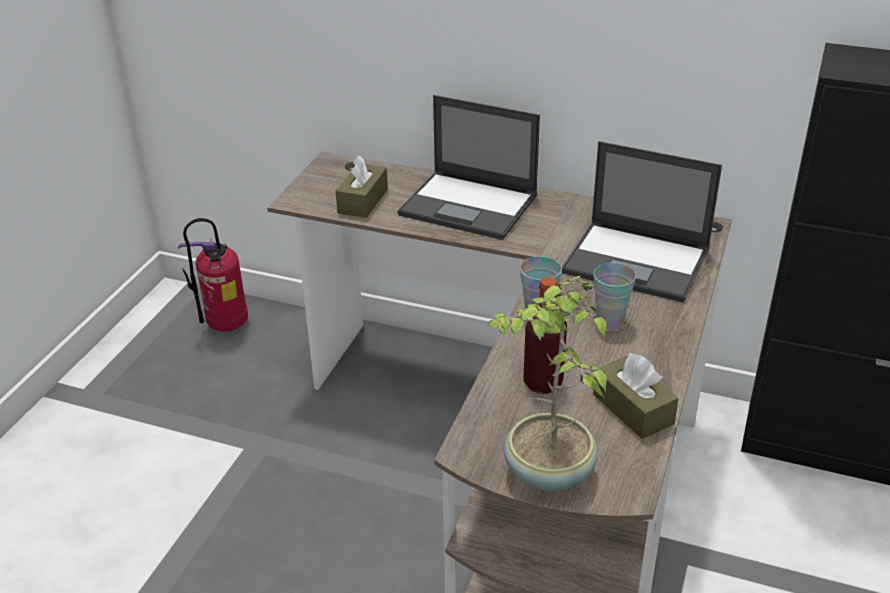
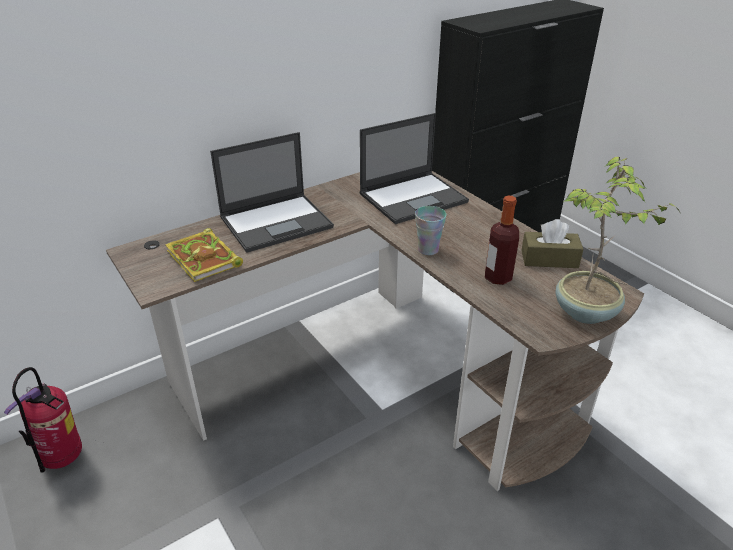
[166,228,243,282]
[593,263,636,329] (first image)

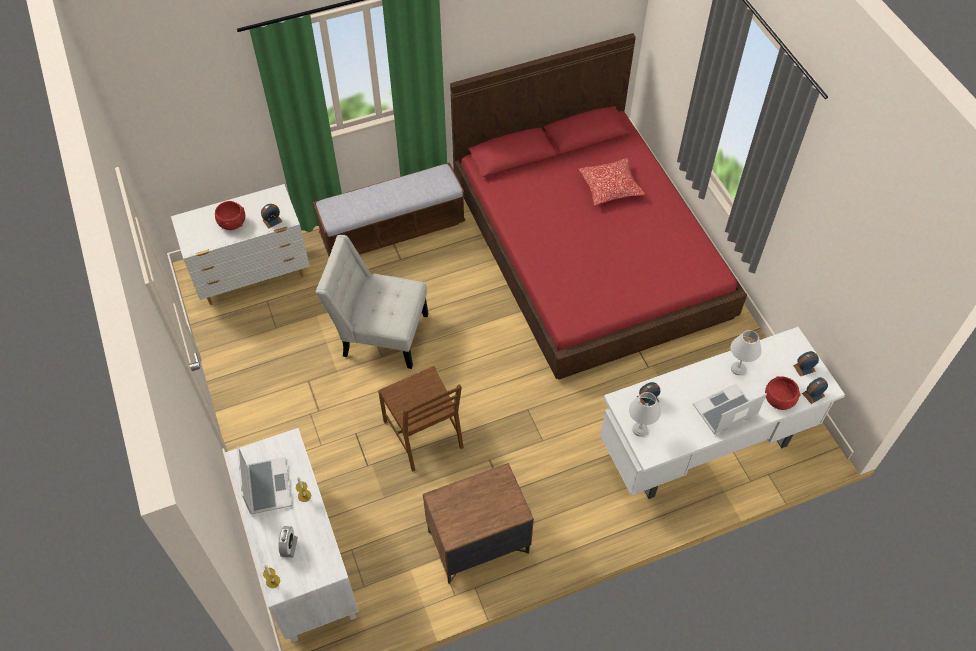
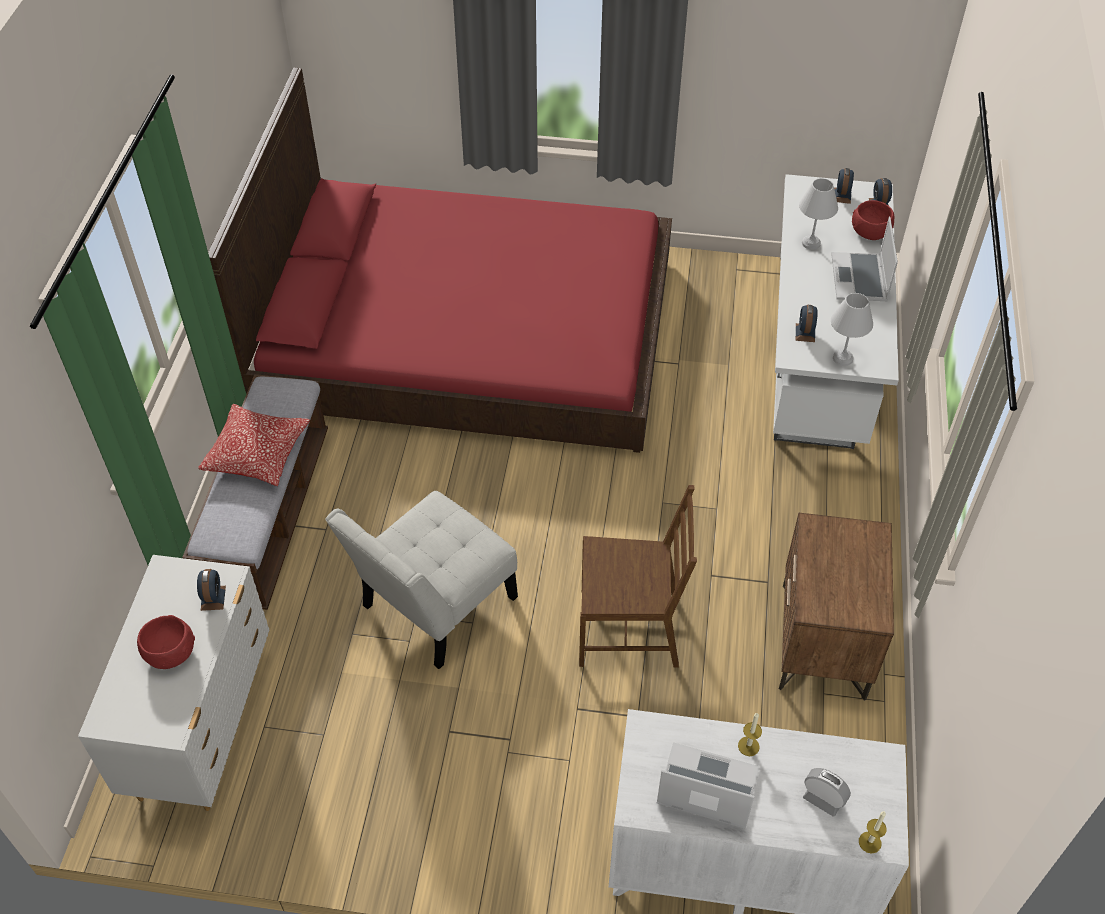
[198,404,310,486]

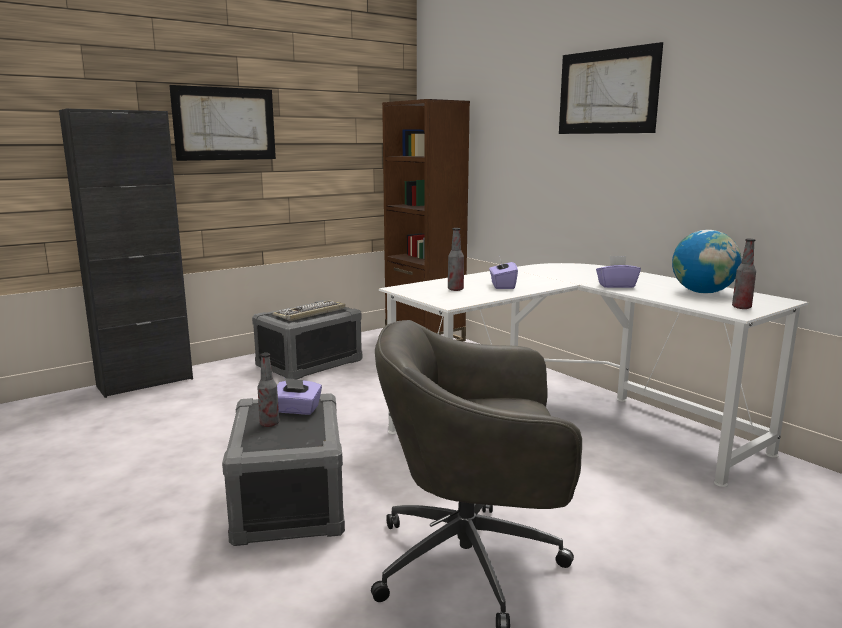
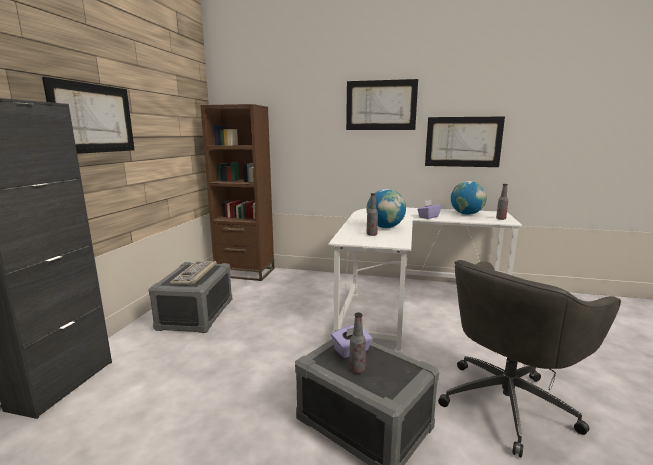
[366,189,406,228]
[425,116,505,167]

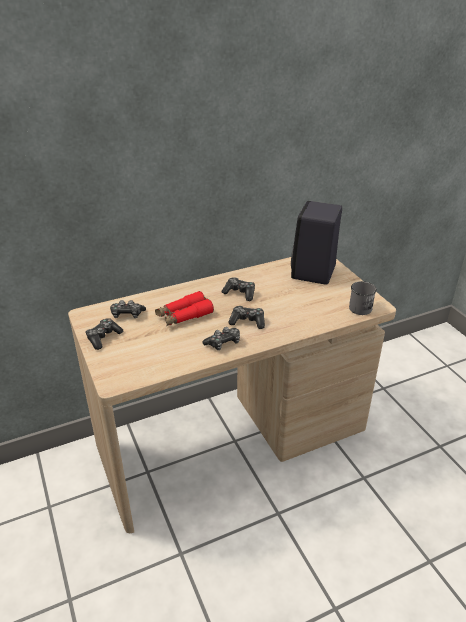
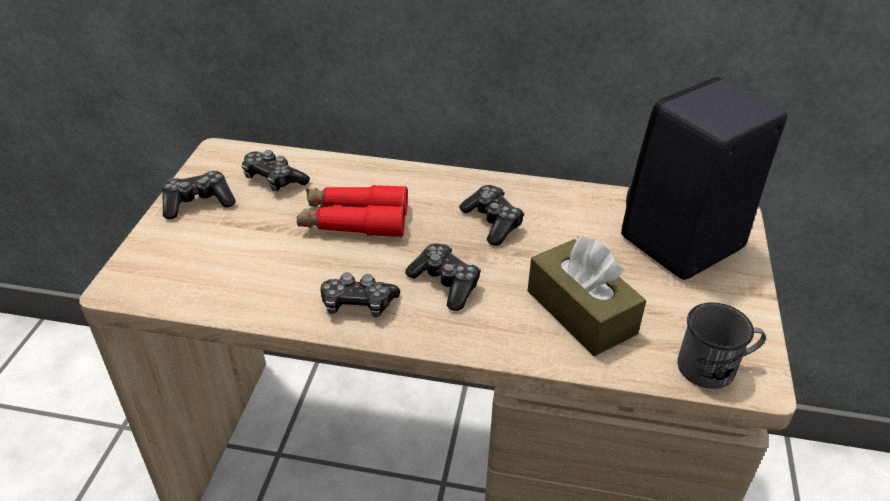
[528,235,646,356]

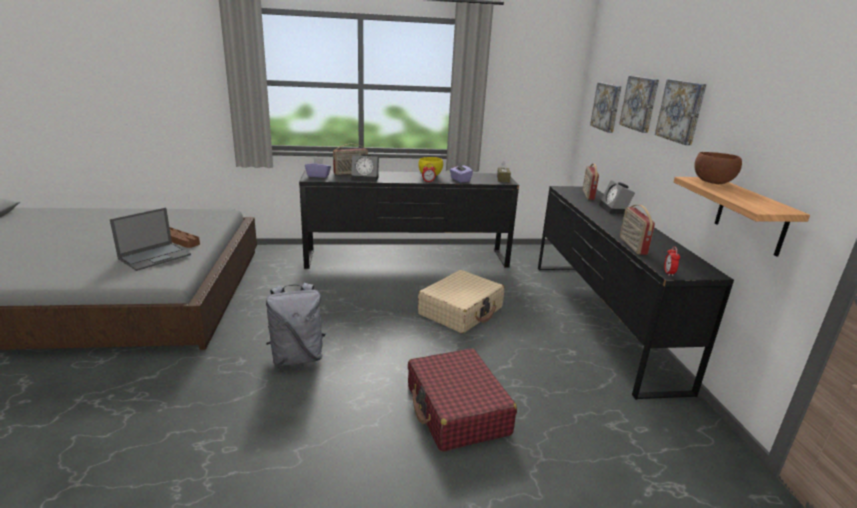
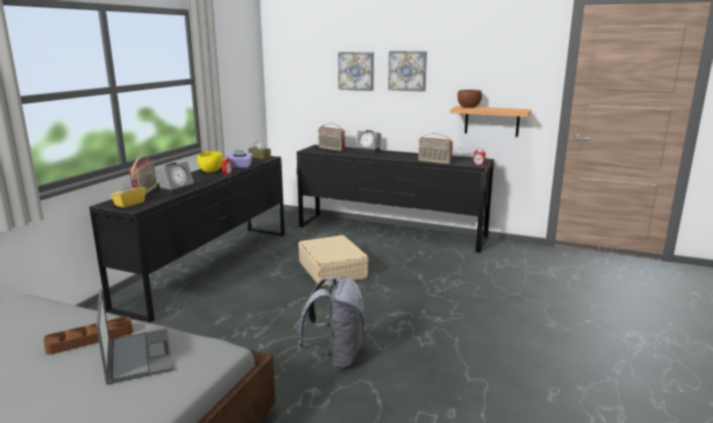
[110,180,146,208]
[408,348,517,452] (first image)
[590,82,622,133] (first image)

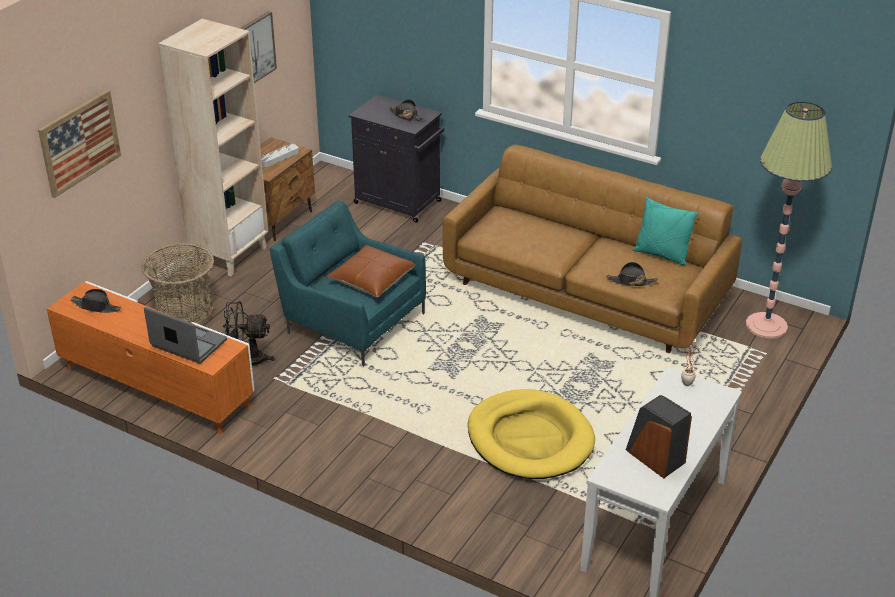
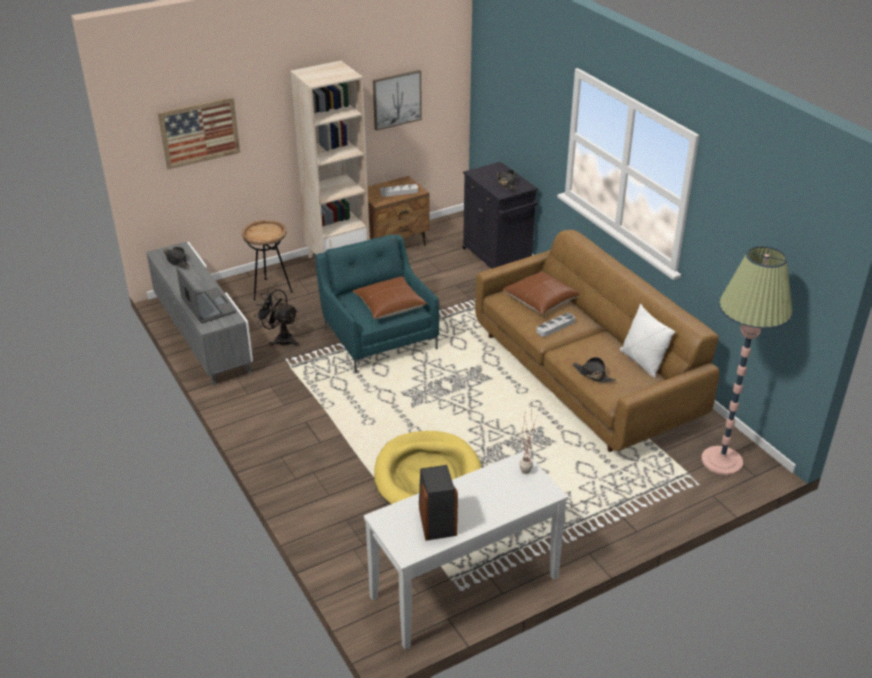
[146,242,253,386]
[242,220,293,300]
[620,304,675,378]
[503,271,580,315]
[536,313,575,337]

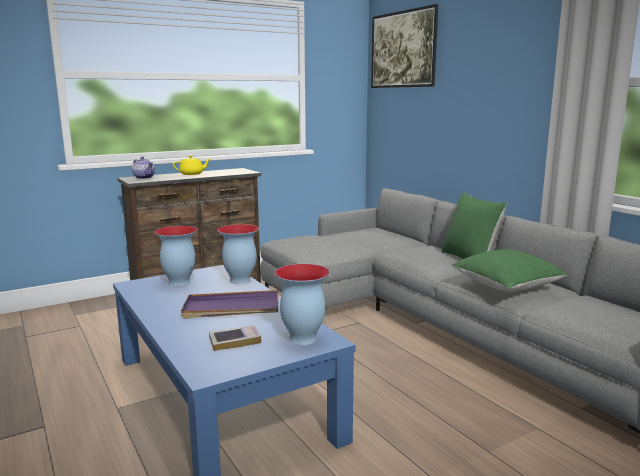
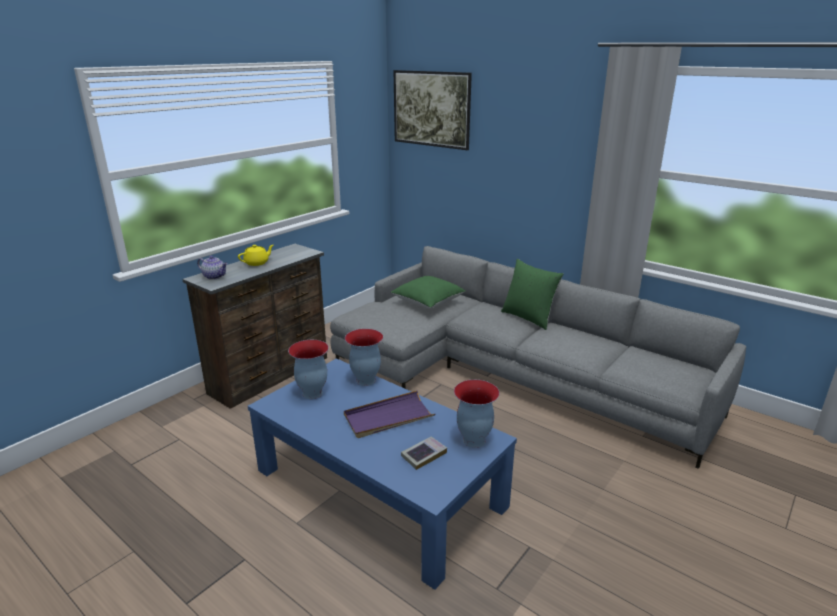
[391,276,466,309]

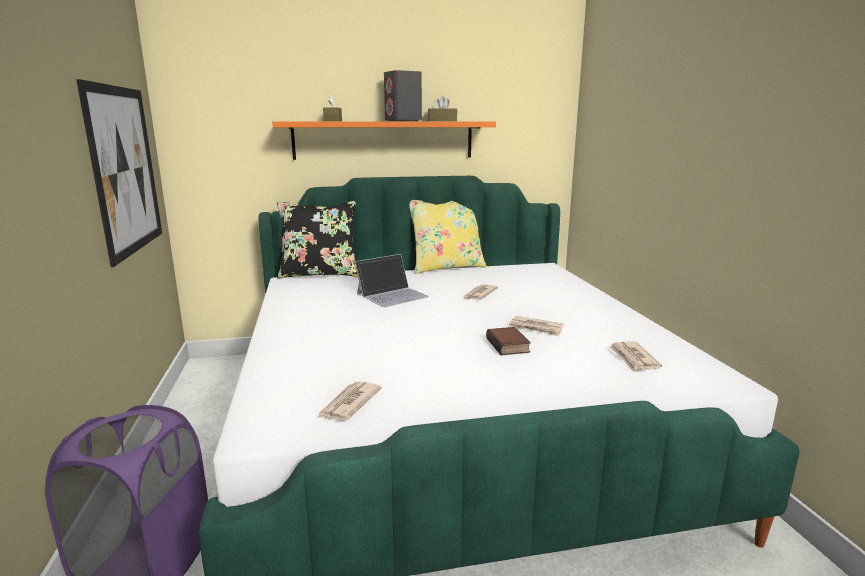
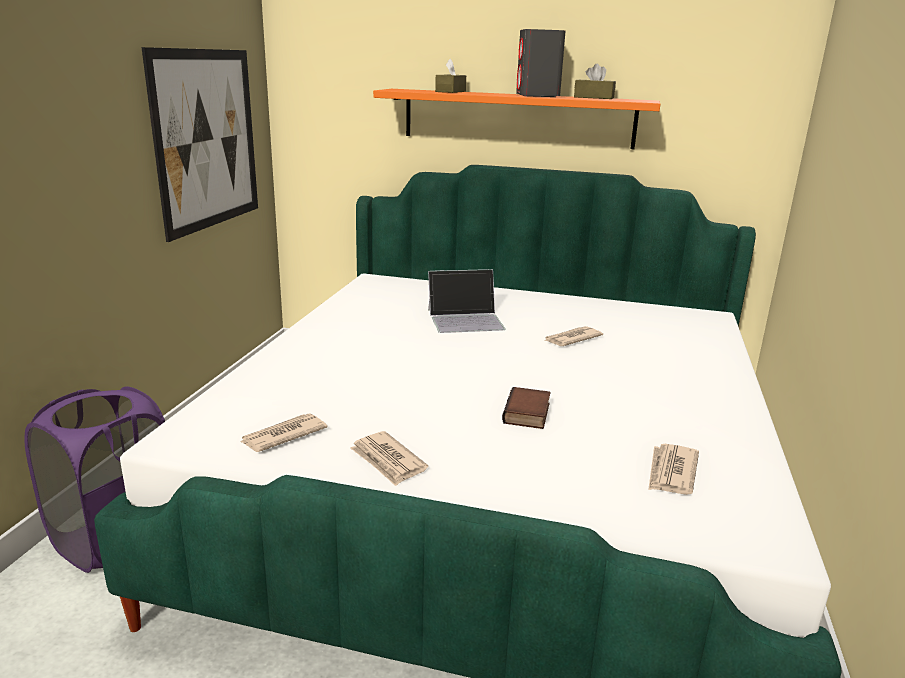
[277,201,358,279] (first image)
[409,200,487,274] (first image)
[351,431,428,486]

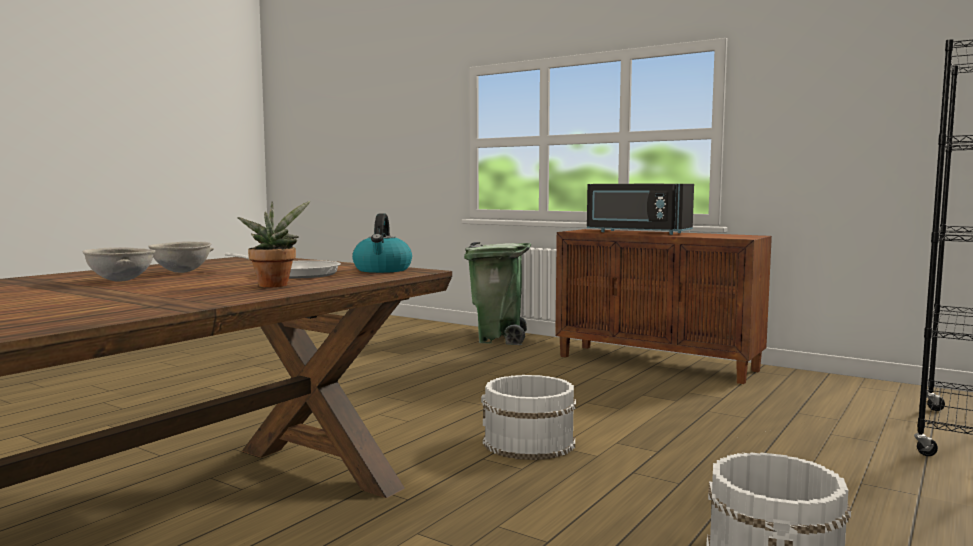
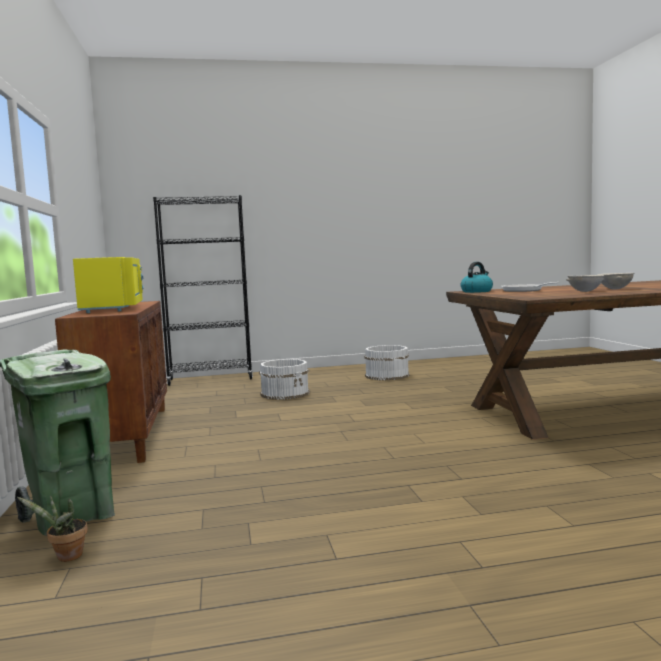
[17,496,87,562]
[259,359,310,400]
[73,257,144,313]

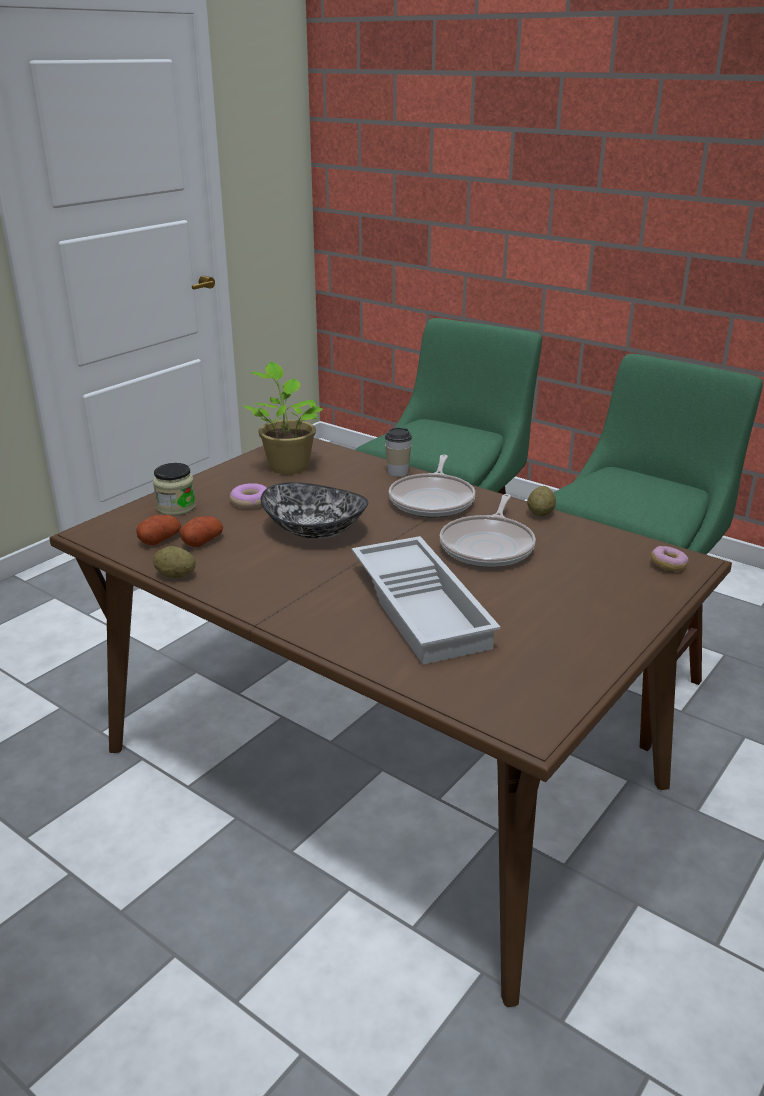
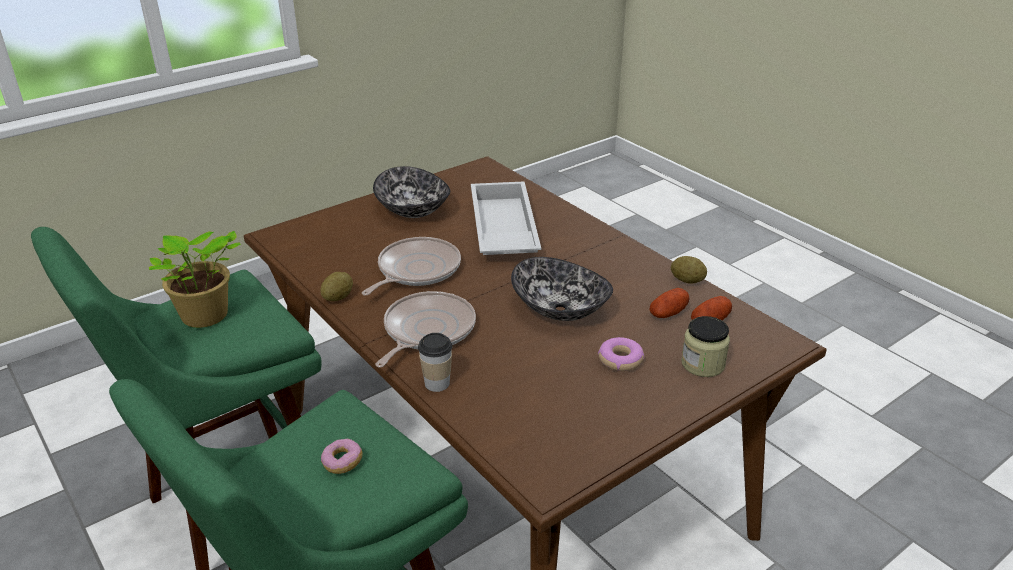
[149,231,241,328]
[321,439,363,474]
[373,166,450,218]

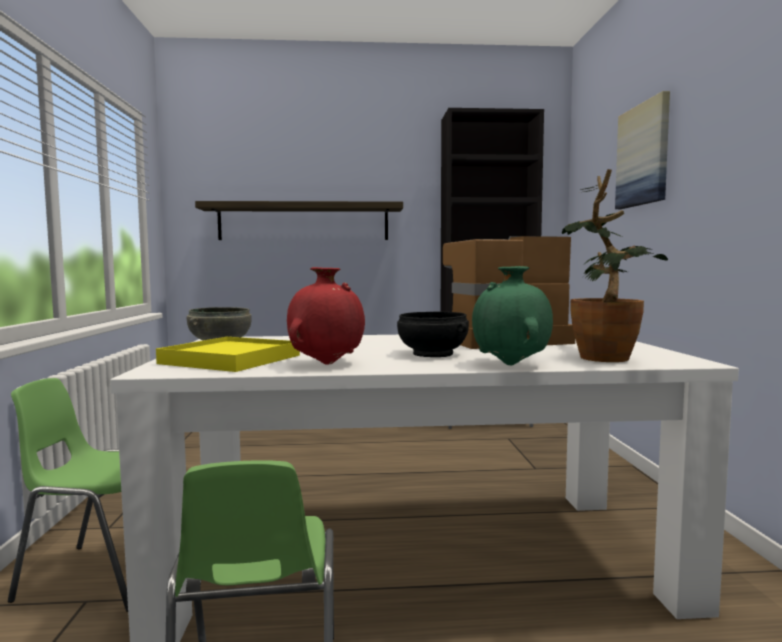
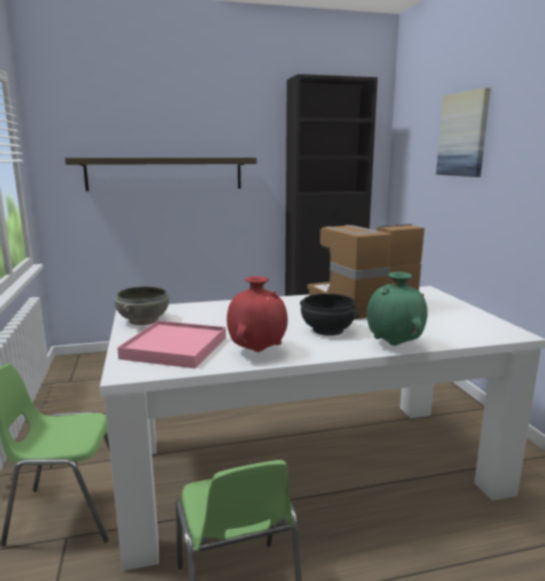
[117,321,226,369]
[562,169,668,362] (first image)

